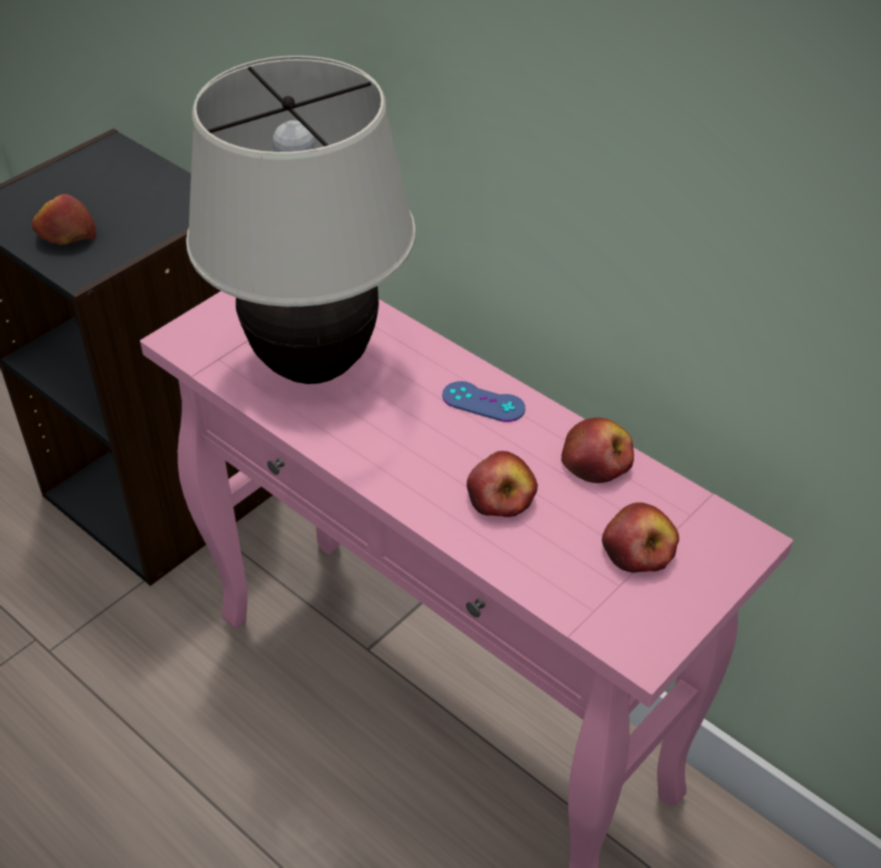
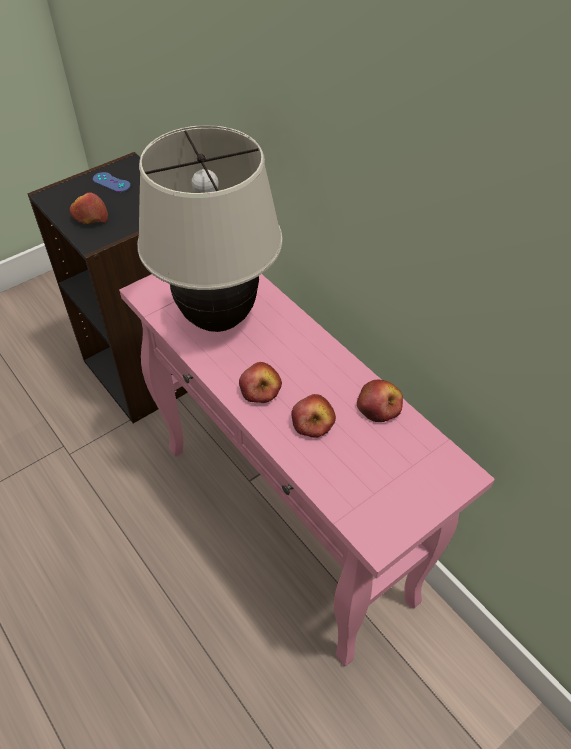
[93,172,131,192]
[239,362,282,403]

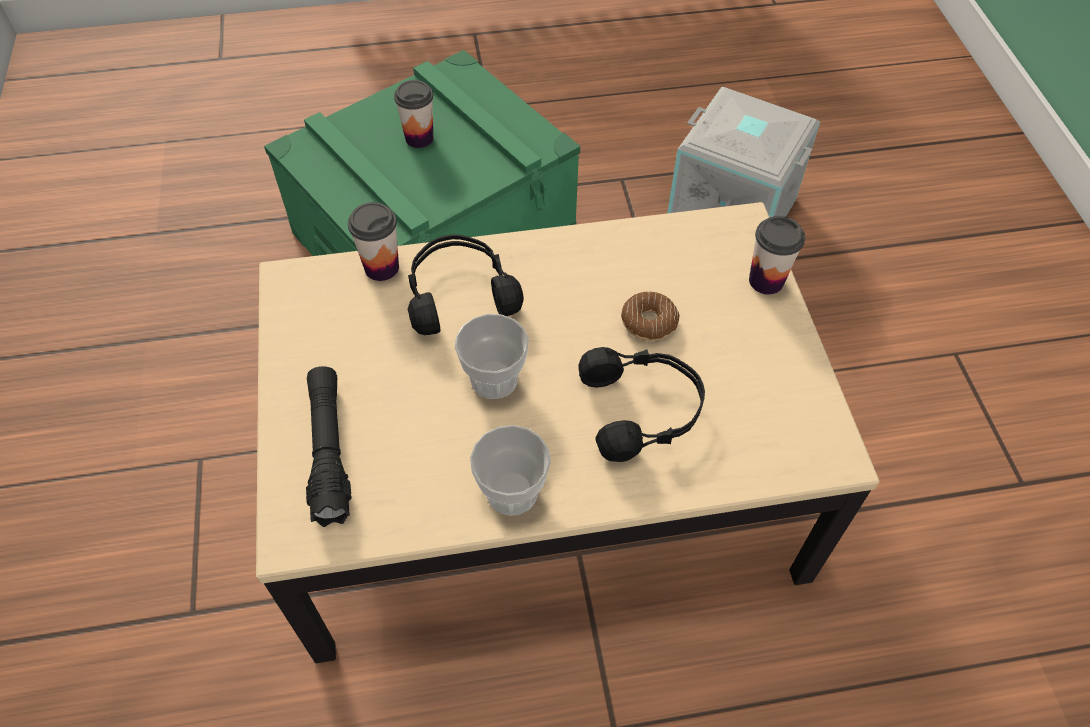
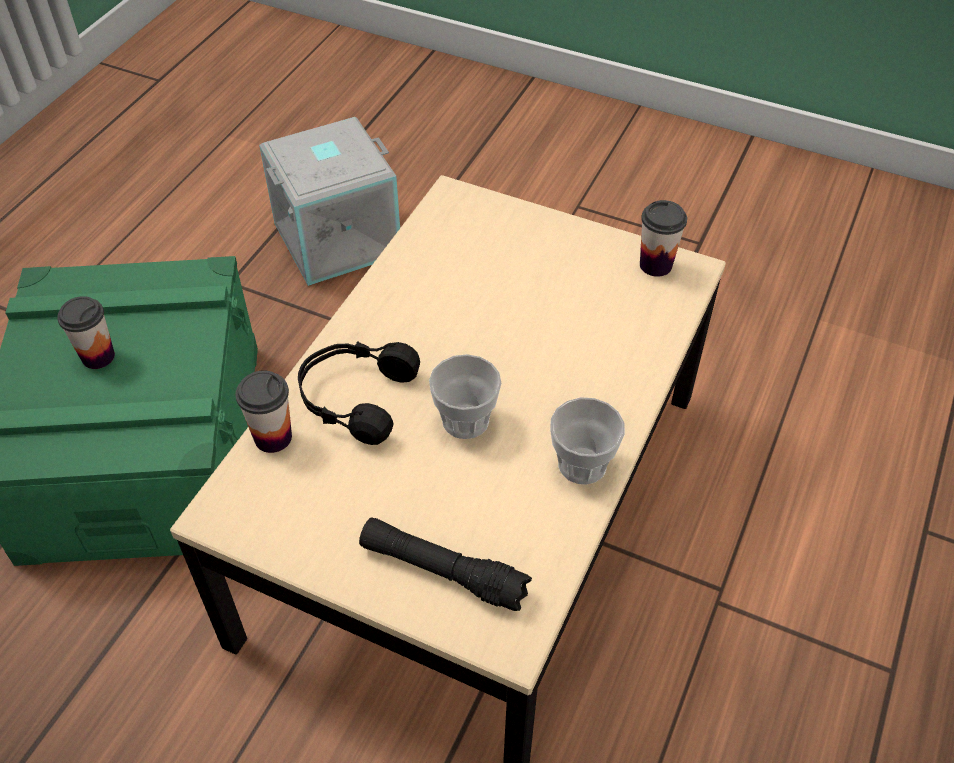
[578,347,705,462] (first image)
[621,291,679,341] (first image)
[640,200,687,277]

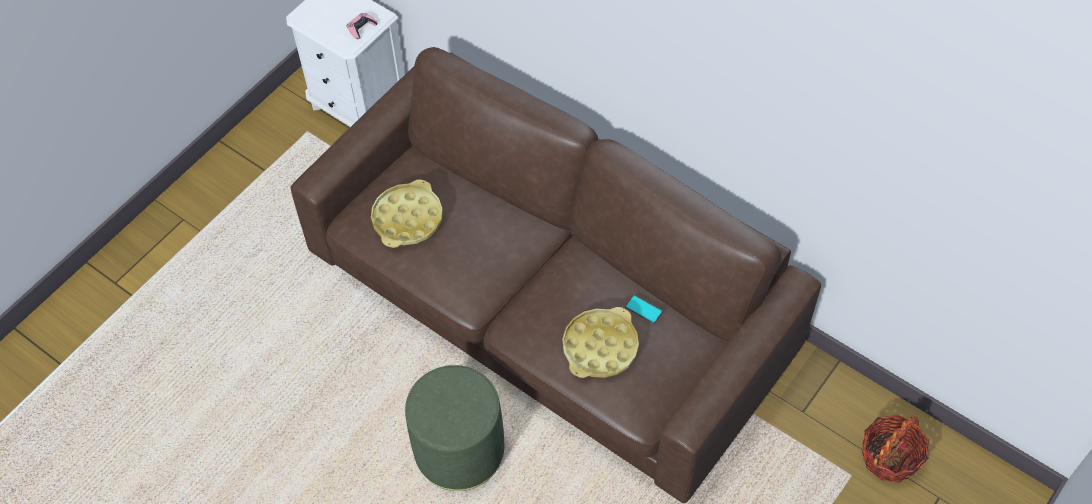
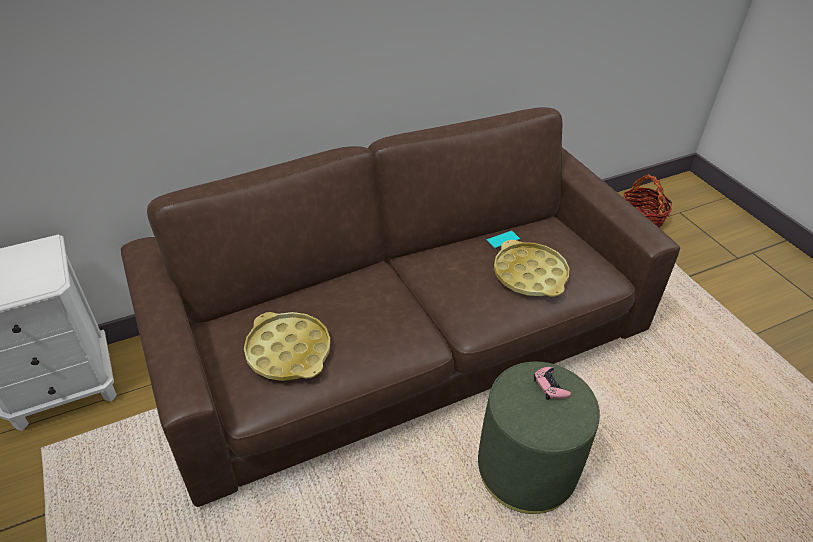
[534,367,571,400]

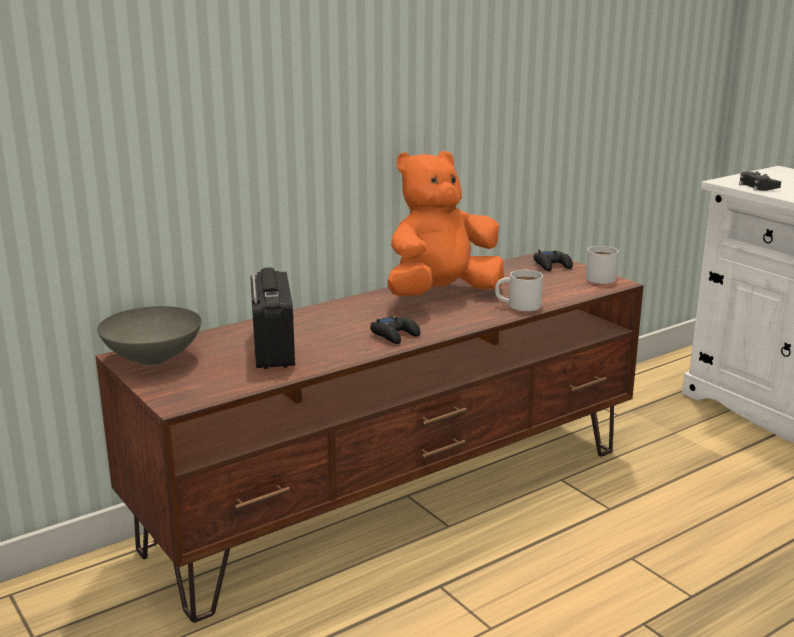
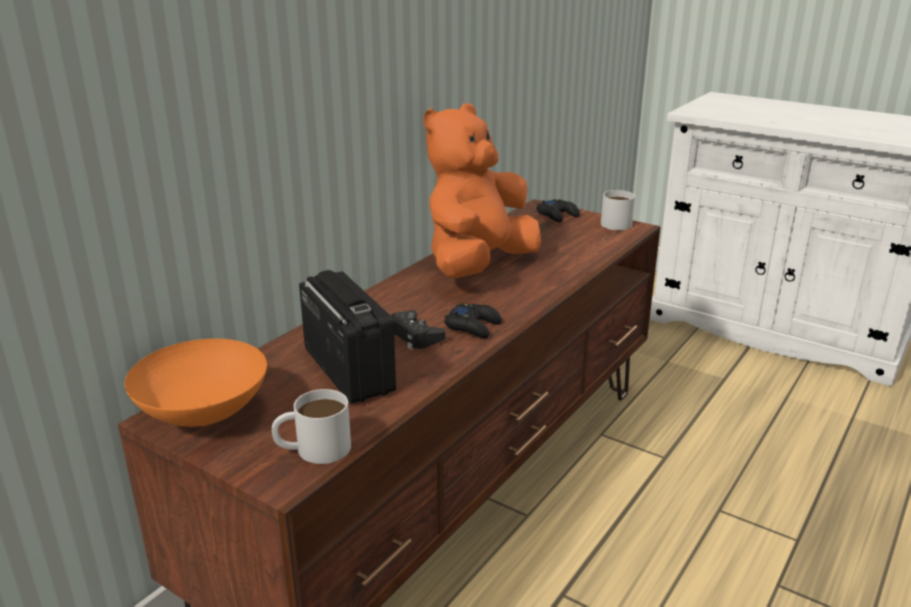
[124,339,267,427]
[272,389,351,464]
[391,310,445,350]

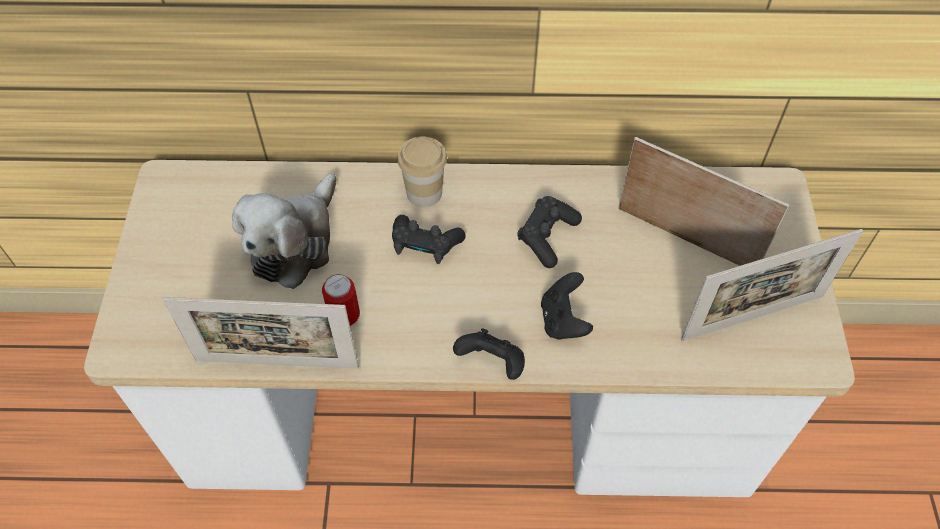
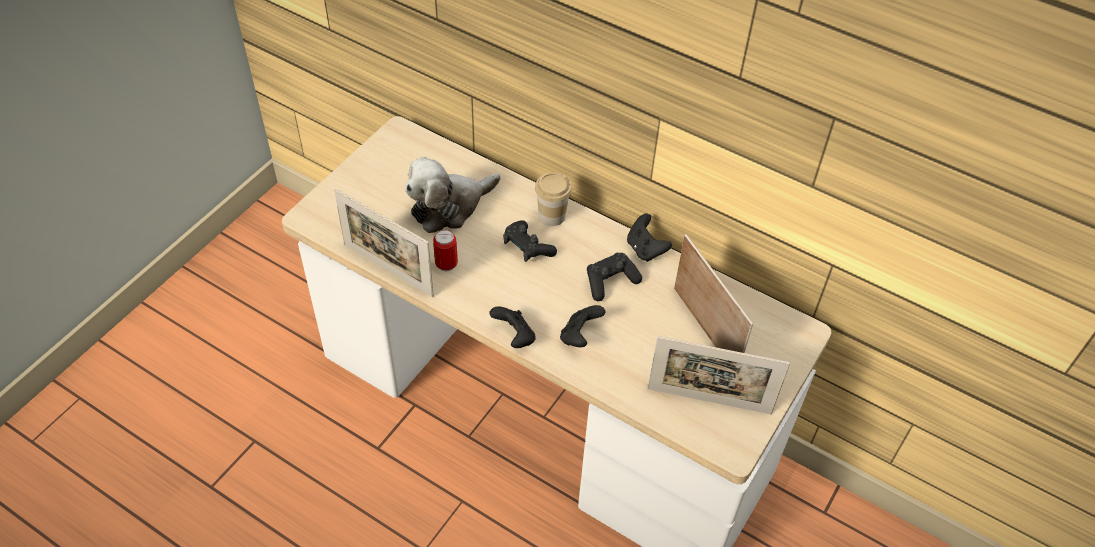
[627,214,672,262]

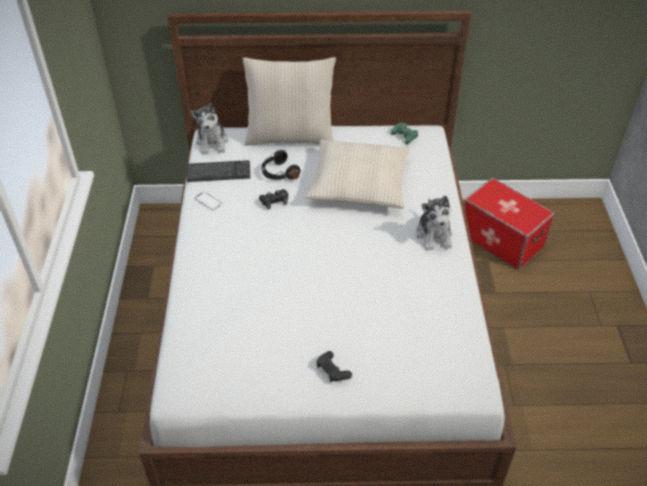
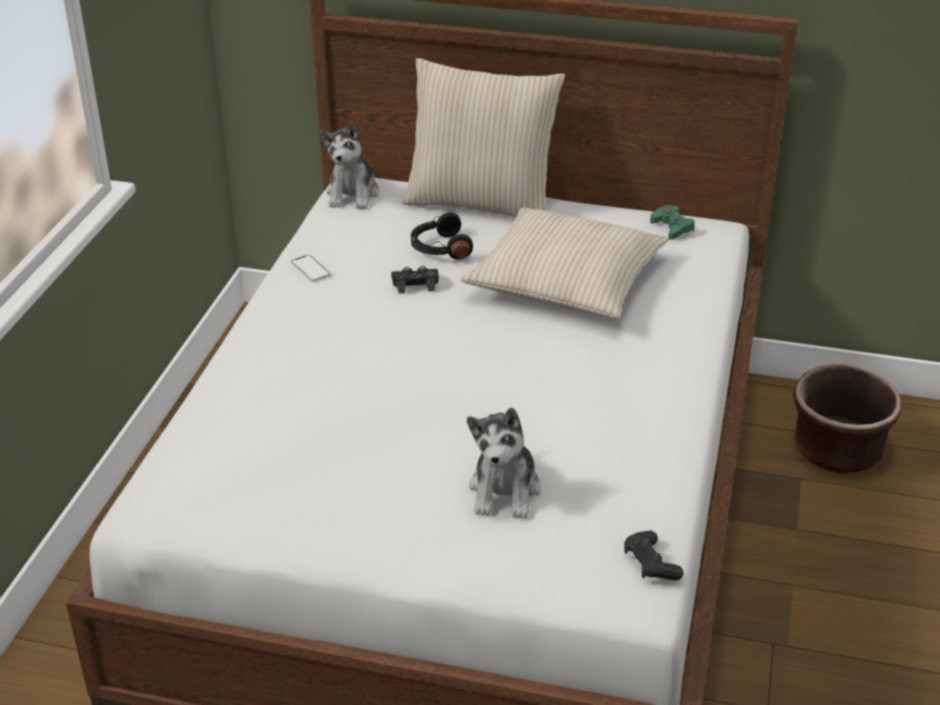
[187,160,250,182] (first image)
[624,531,684,581]
[467,407,541,519]
[793,364,901,473]

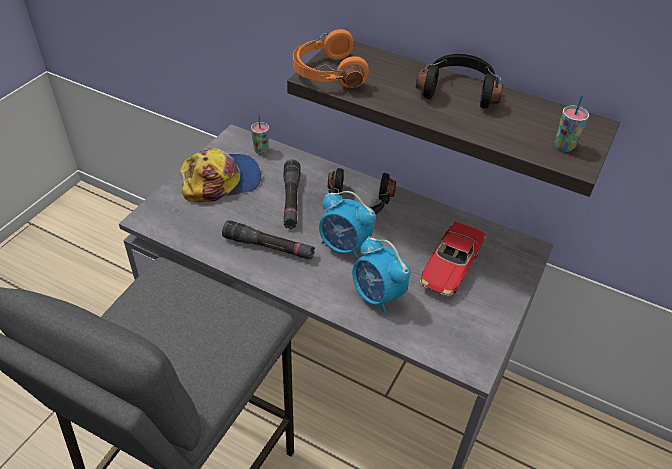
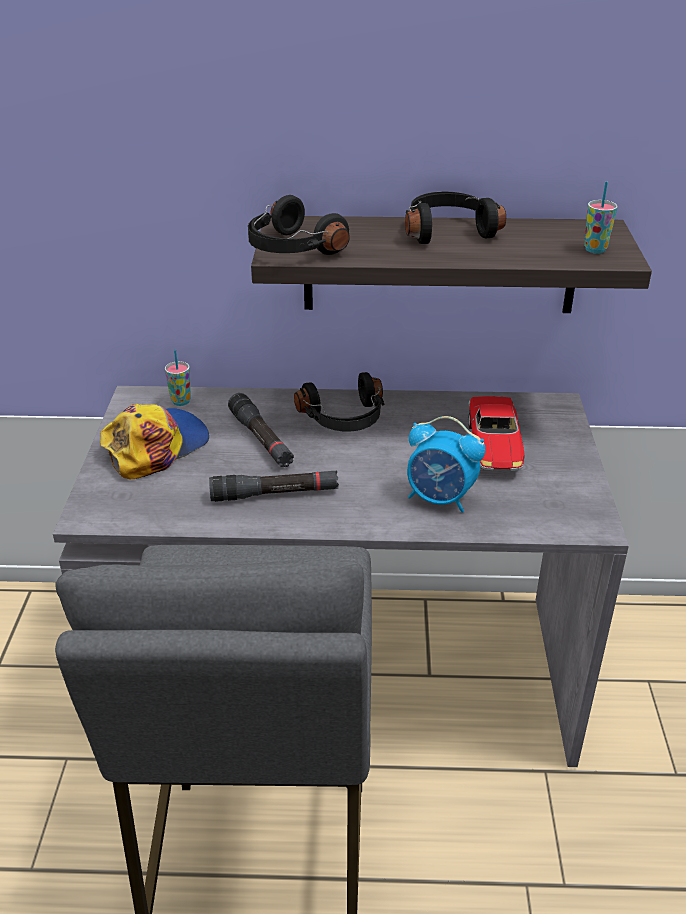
[248,195,350,255]
[319,191,376,260] (first image)

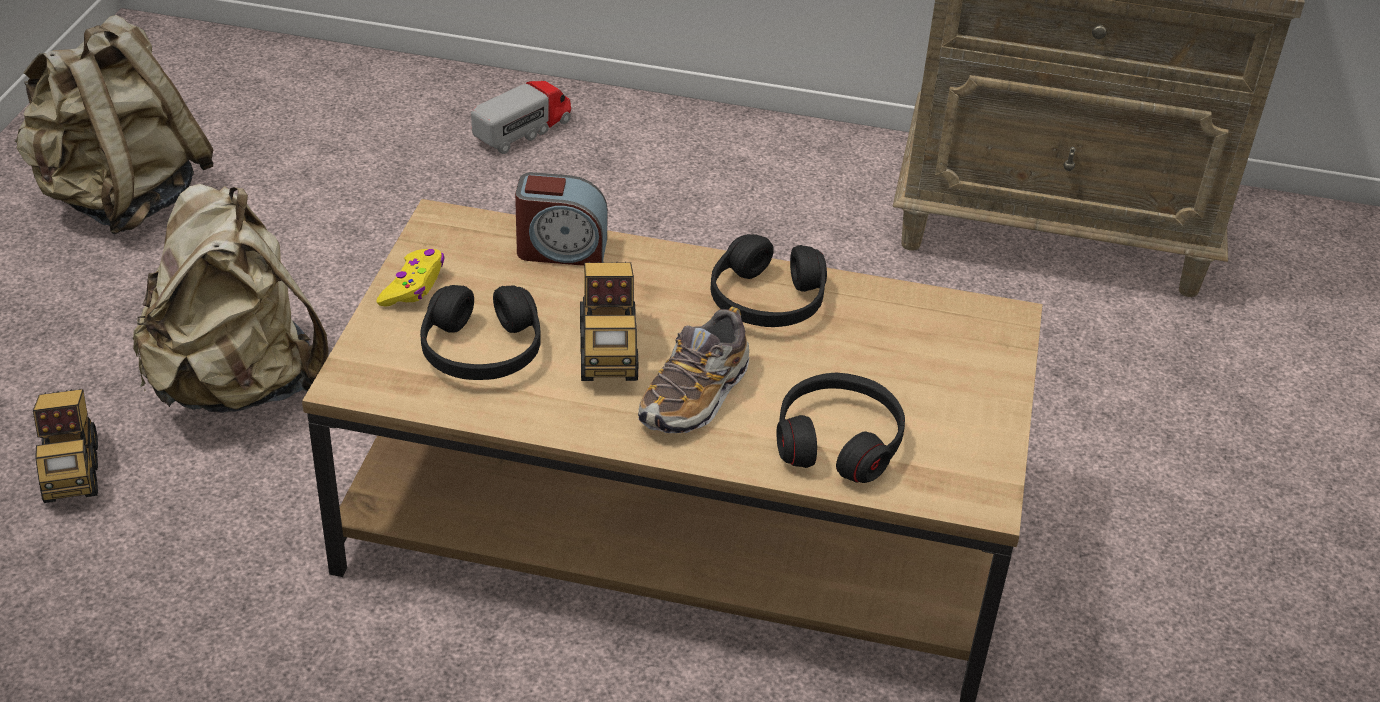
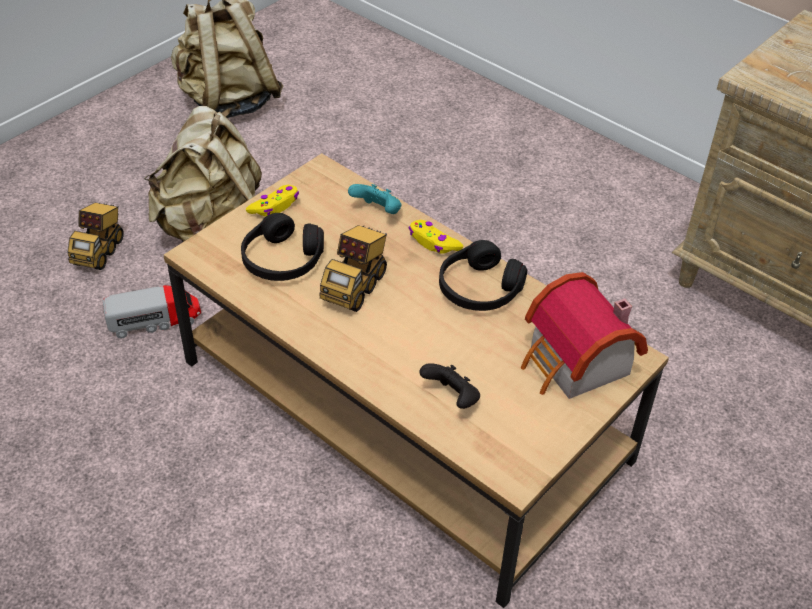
[103,285,201,338]
[348,184,402,214]
[637,306,749,433] (first image)
[419,363,480,409]
[409,220,463,254]
[521,272,648,399]

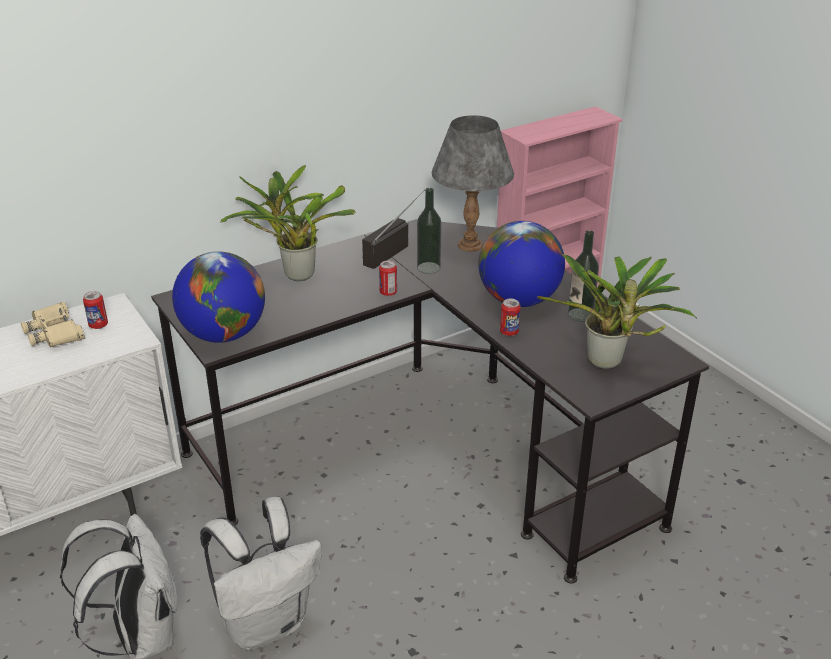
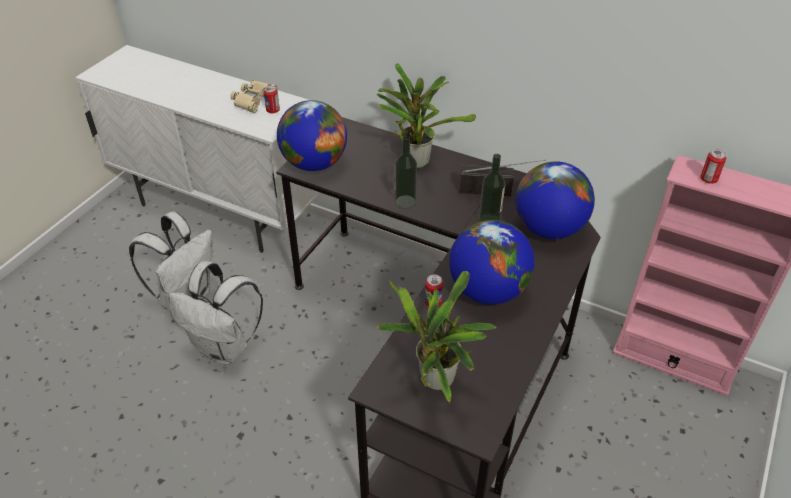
[700,149,726,184]
[515,161,595,239]
[395,136,417,209]

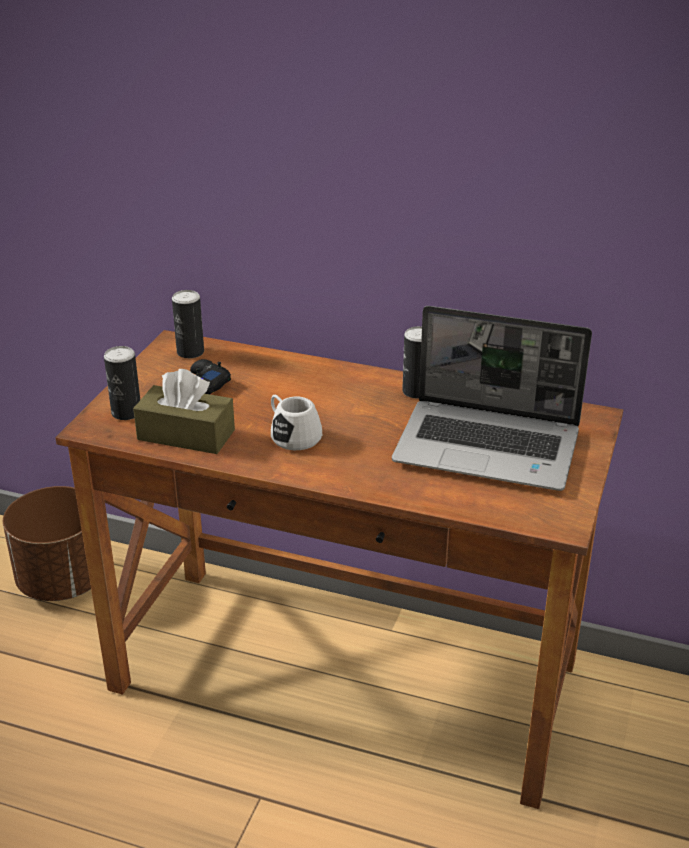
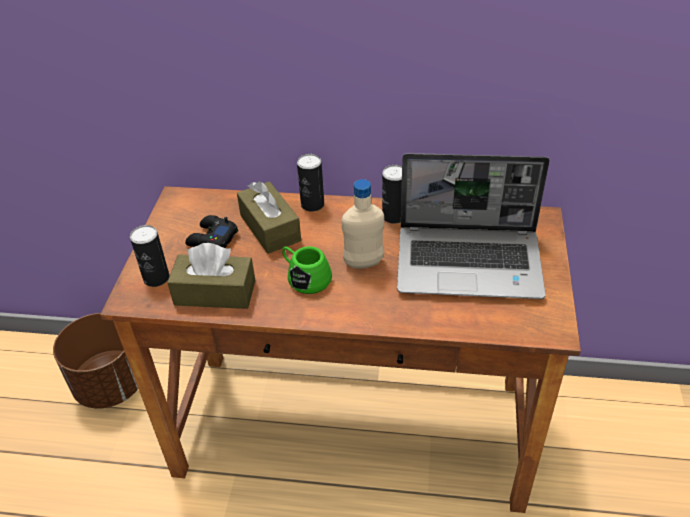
[297,154,324,212]
[282,246,332,294]
[237,181,301,254]
[342,179,384,269]

